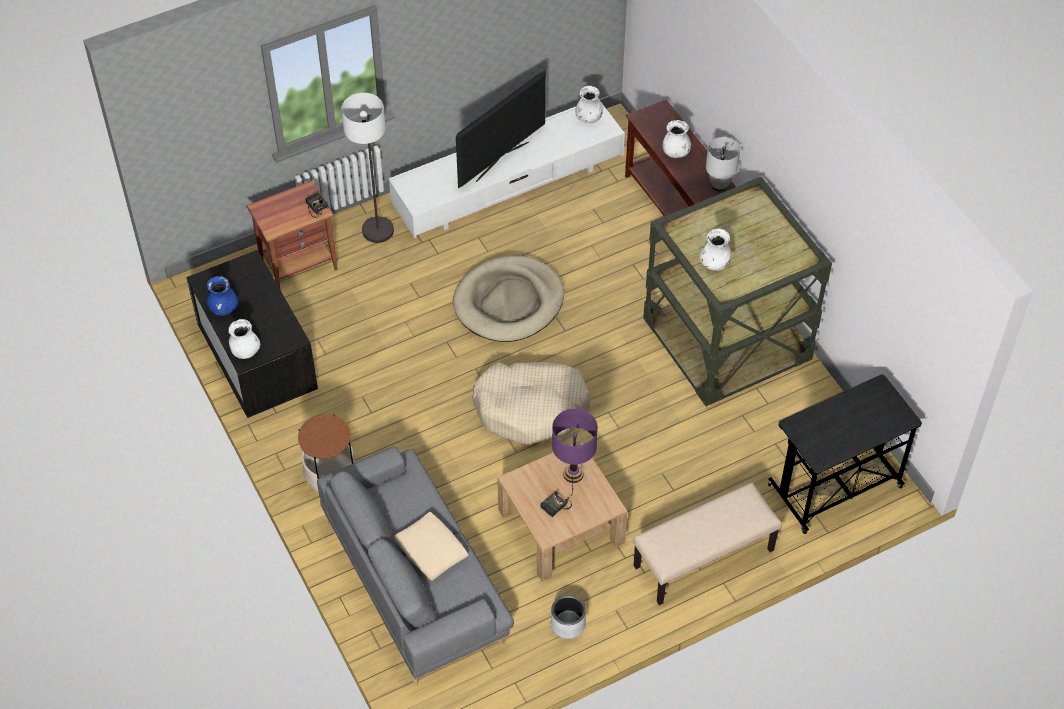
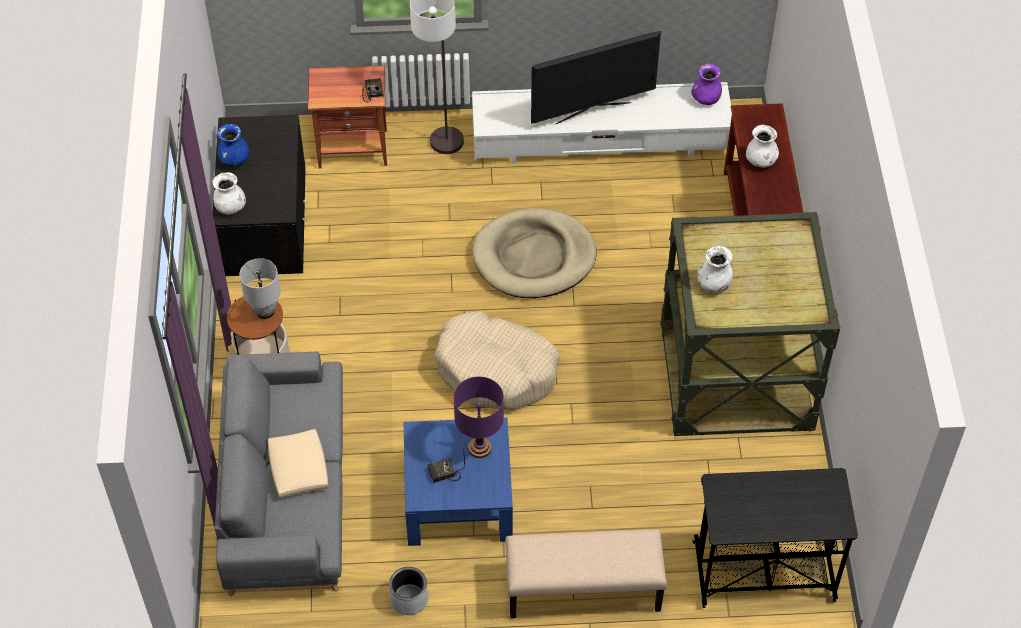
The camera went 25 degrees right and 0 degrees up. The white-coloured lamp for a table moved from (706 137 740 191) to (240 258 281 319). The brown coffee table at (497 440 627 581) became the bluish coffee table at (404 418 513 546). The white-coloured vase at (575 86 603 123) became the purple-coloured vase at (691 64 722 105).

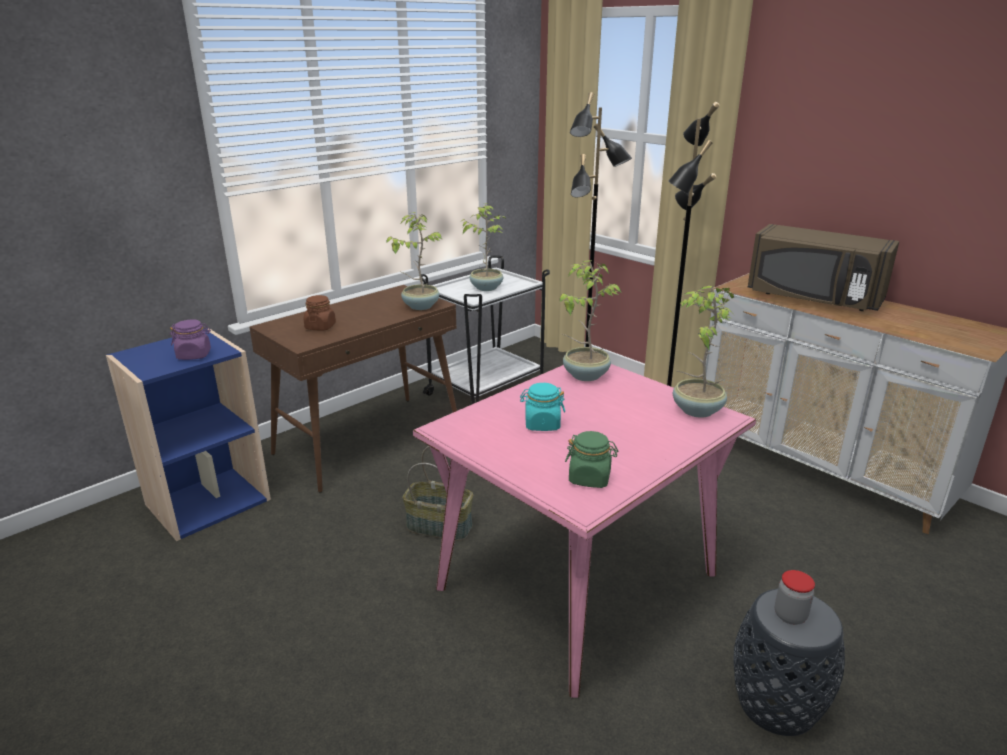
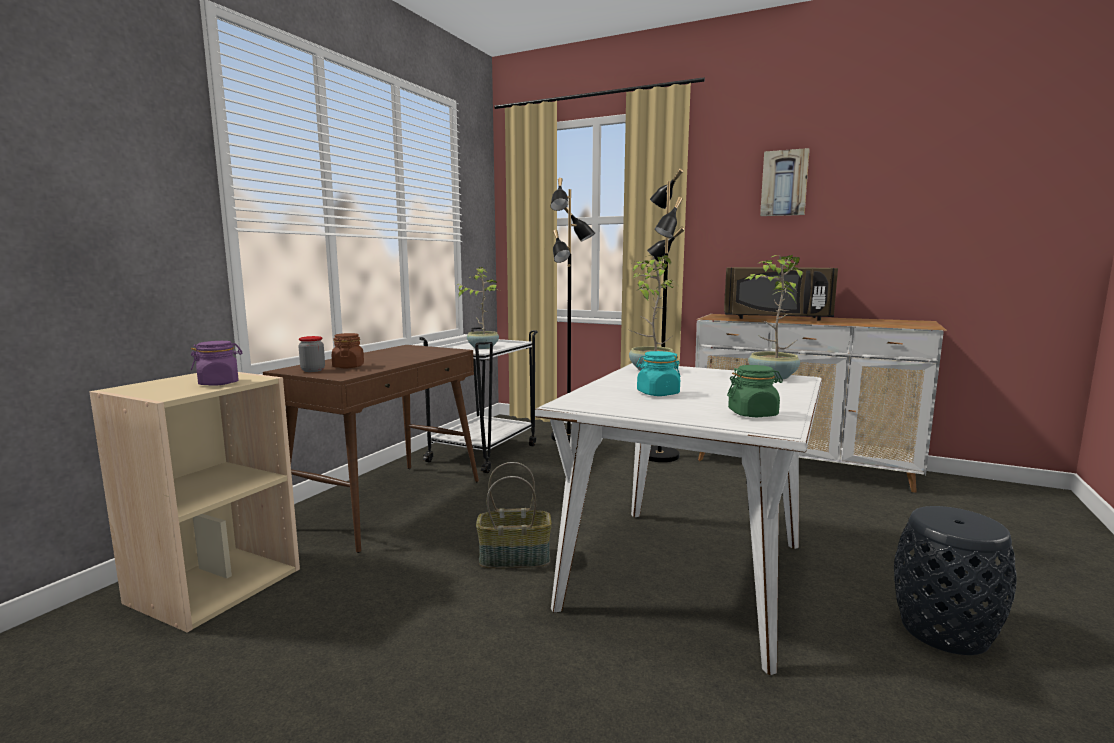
The camera went 20 degrees left and 15 degrees down. The plant in a pot at (386 212 442 310) disappeared. The wall picture at (760 148 810 216) appeared. The preserve jar moved from (775 570 815 625) to (298 336 325 372). The bluish bookshelf at (106 328 271 541) became the beige bookshelf at (89 372 300 633). The pink-coloured dining table at (413 364 756 698) became the white-coloured dining table at (535 363 822 675).

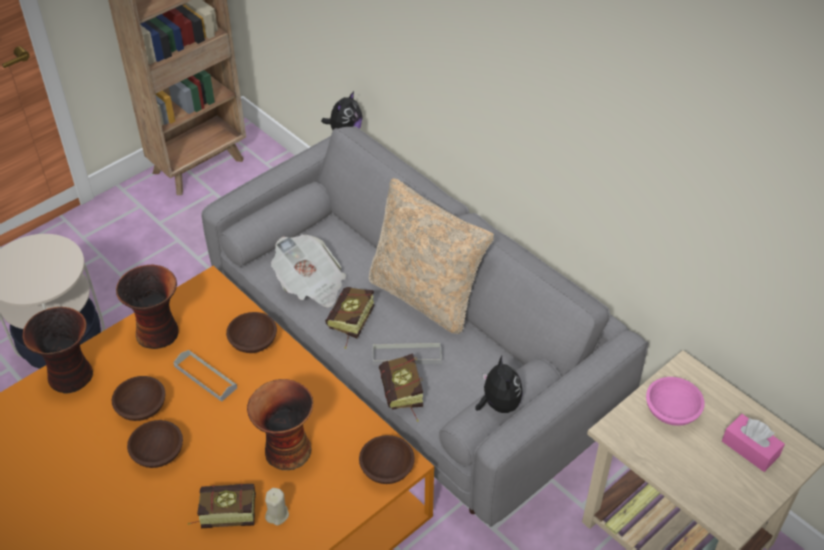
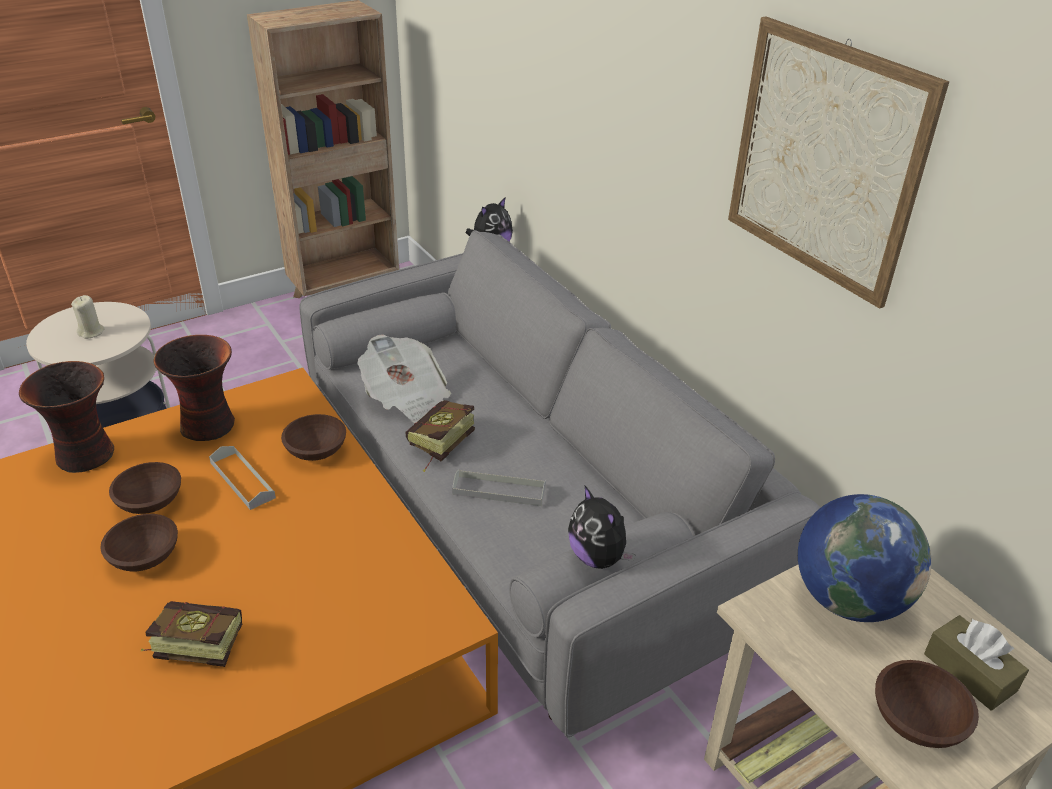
The camera went 10 degrees right and 10 degrees down. The vase at (247 379 313 470) disappeared. The beige pillow at (369 177 494 334) disappeared. The book at (379 353 423 422) disappeared. The wall picture at (728 17 949 308) appeared. The beige wax light moved from (265 488 289 526) to (71 295 105 339). The brown serving bowl moved from (359 435 415 484) to (875 660 979 748). The pink-coloured serving bowl at (646 377 705 426) was replaced by the desk globe at (798 494 932 622). The pink-coloured tissue holder at (722 414 785 472) became the brown tissue holder at (924 615 1029 711). The cuddly toy at (475 356 523 413) turned 150 degrees clockwise.

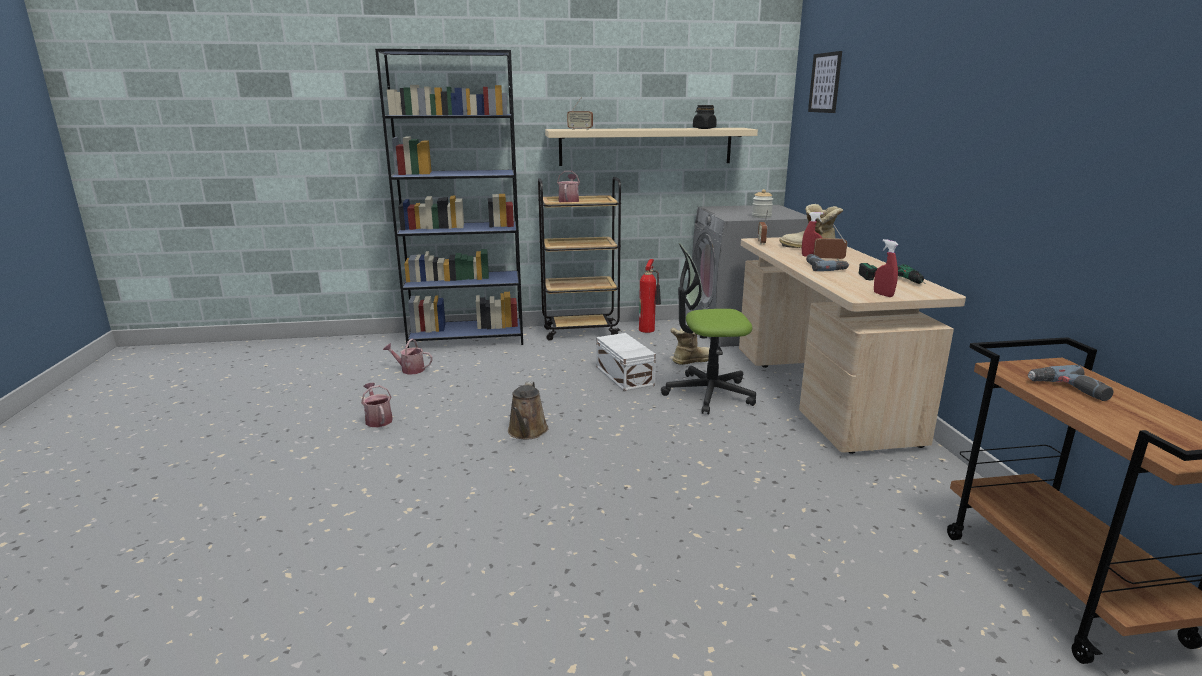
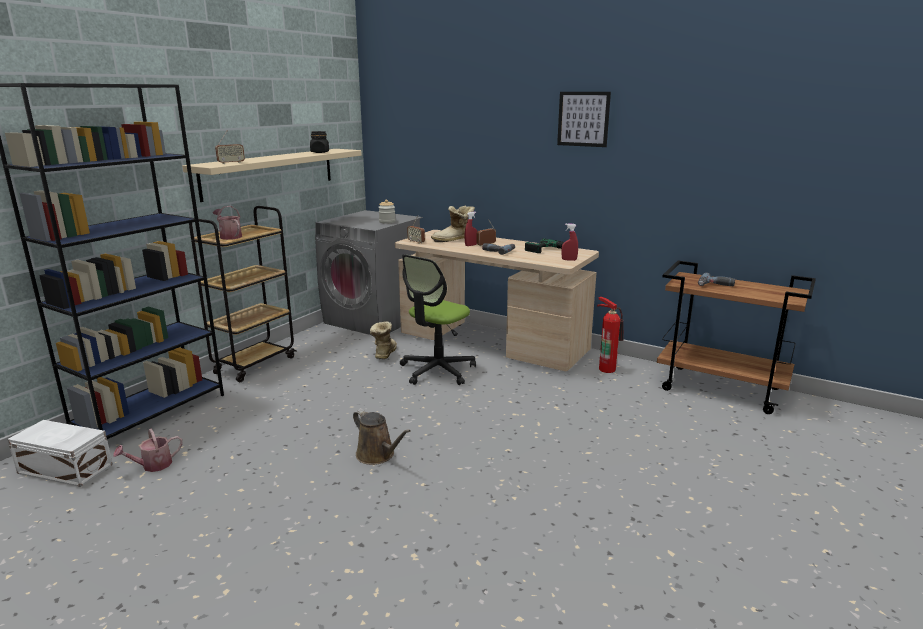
The camera went 50 degrees left and 0 degrees up. The watering pot at (361 383 393 427) disappeared. The white-coloured storage box moved from (596 333 656 392) to (7 420 113 487). The extinguisher moved from (639 259 661 333) to (597 297 623 373). The wall picture moved from (808 51 842 113) to (557 92 611 147).

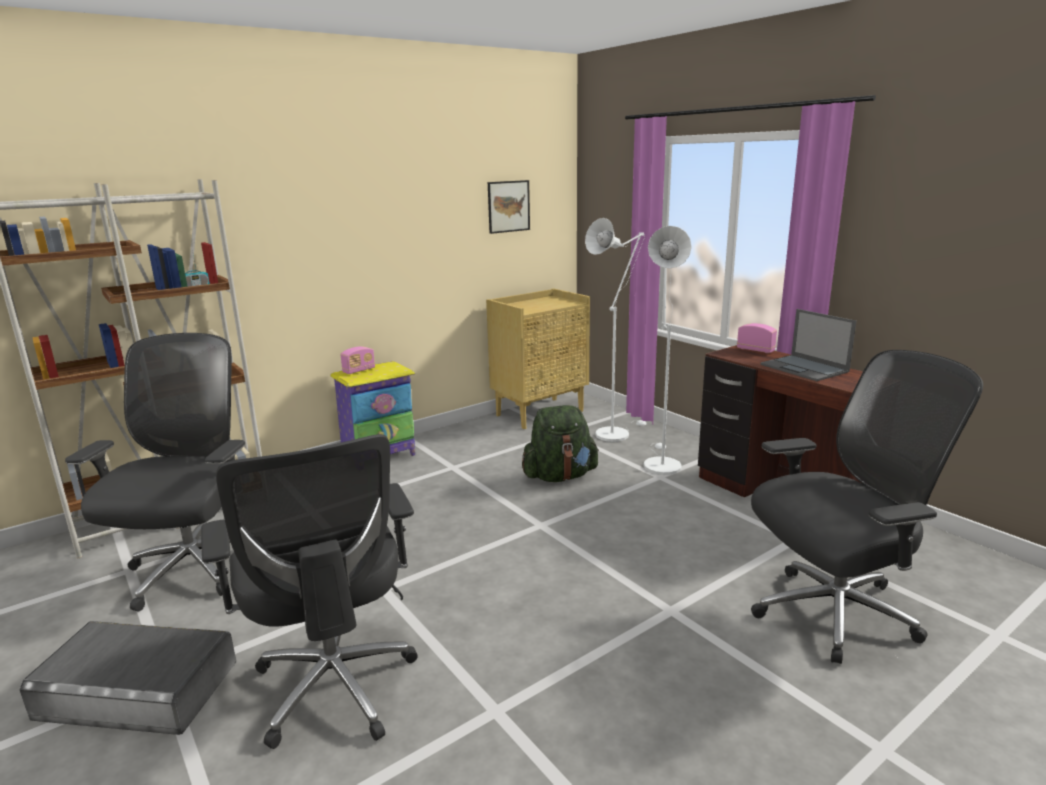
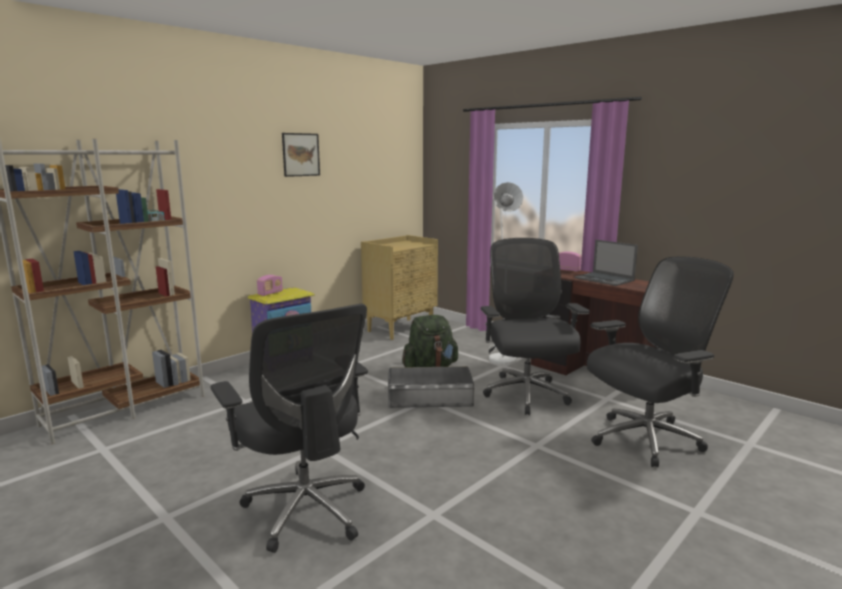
The camera went 10 degrees left and 5 degrees down. The white-coloured standard lamp at (585 218 647 442) disappeared. The grey storage box moved from (19 621 236 735) to (388 366 474 408). The office chair moved from (65 333 245 612) to (481 238 589 415). The wall picture moved from (488 180 530 234) to (282 133 320 177).

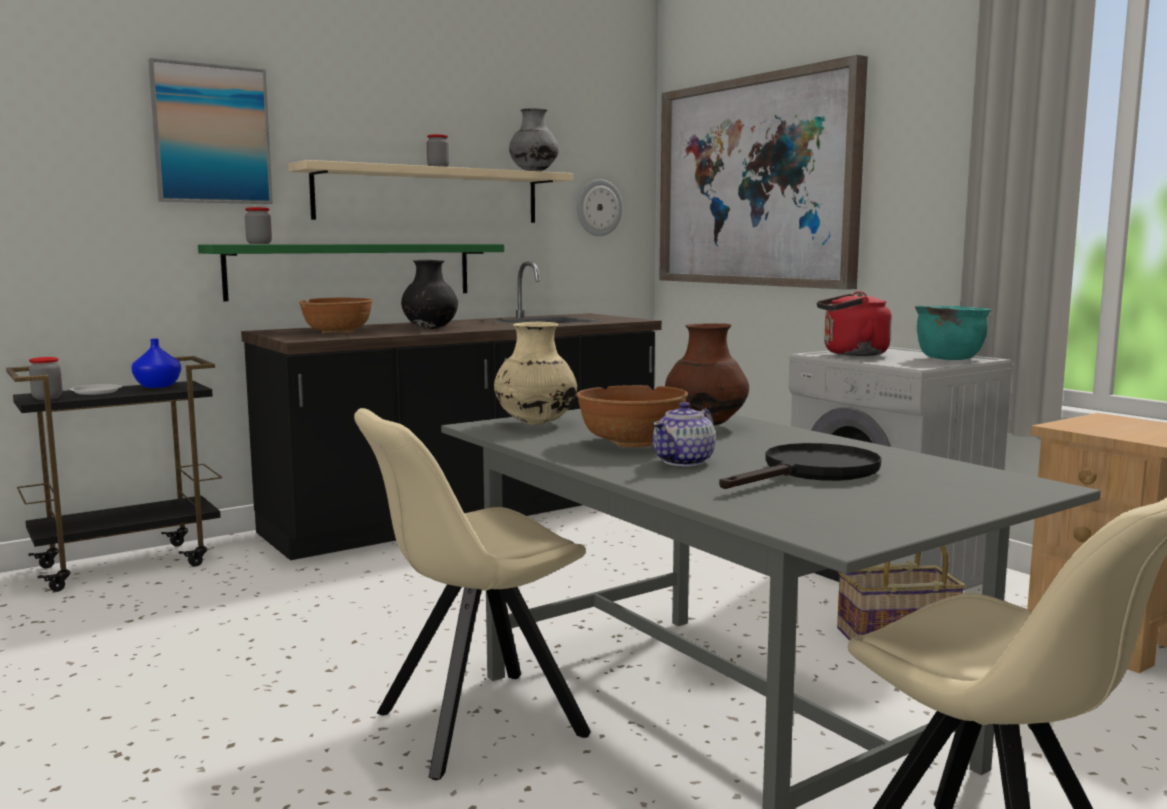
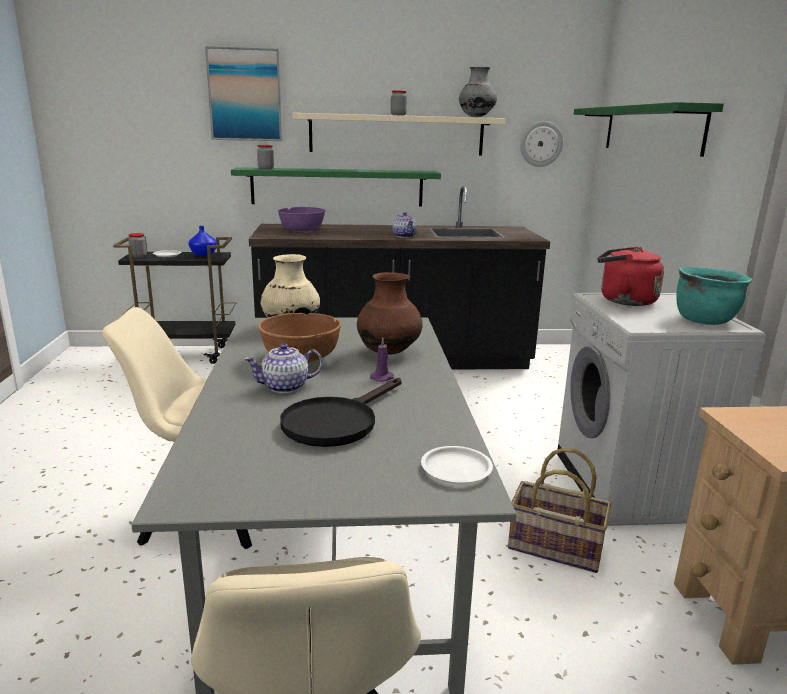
The camera went 30 degrees right and 10 degrees up. The blackish vase at (401 260 458 329) disappeared. The purple-coloured wax light at (370 338 394 382) appeared. The teapot at (392 212 417 238) appeared. The white-coloured dinner plate at (421 446 493 483) appeared. The wall picture at (659 55 868 290) was replaced by the green-coloured wall shelf at (574 102 724 157). The brown serving bowl at (299 298 373 333) became the purple-coloured serving bowl at (278 207 326 233). The blackish frying pan at (719 443 881 489) turned 135 degrees clockwise.

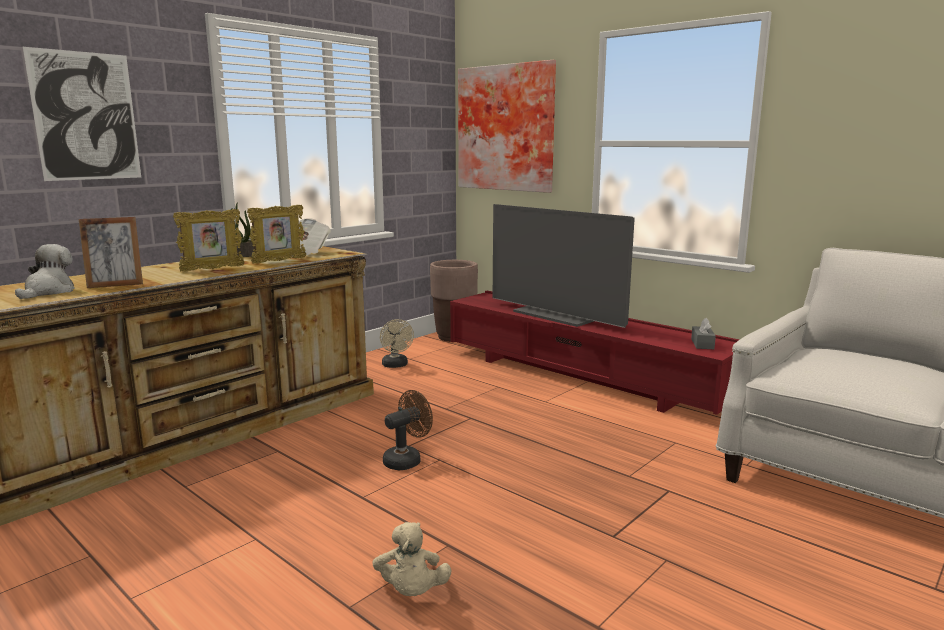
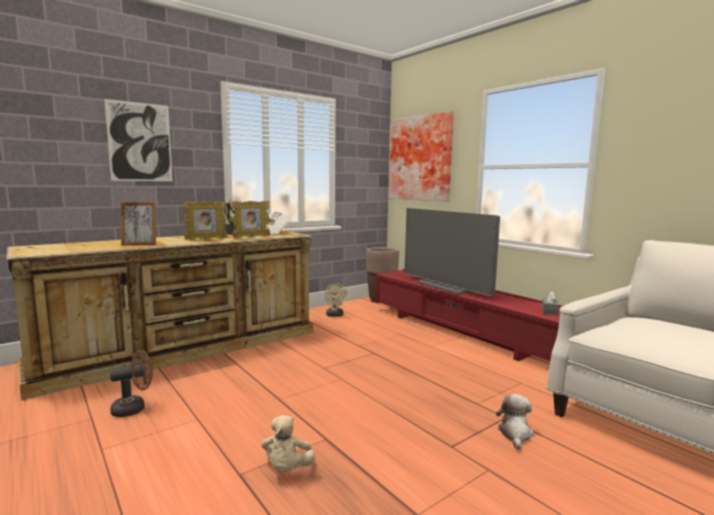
The camera went 10 degrees right and 5 degrees down. The cuddly toy moved from (15 244 75 299) to (496 394 534 450). The brown fan moved from (383 390 433 470) to (110 350 153 417).

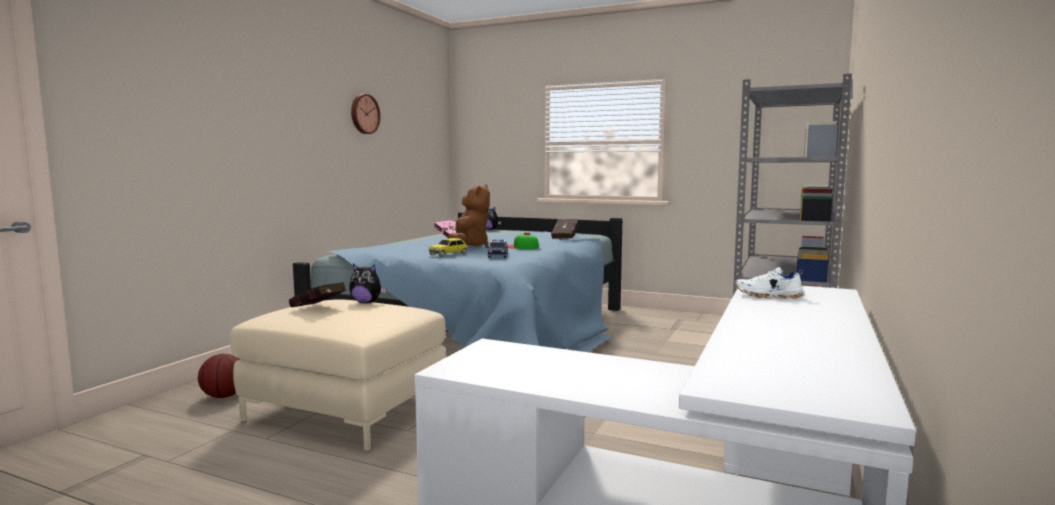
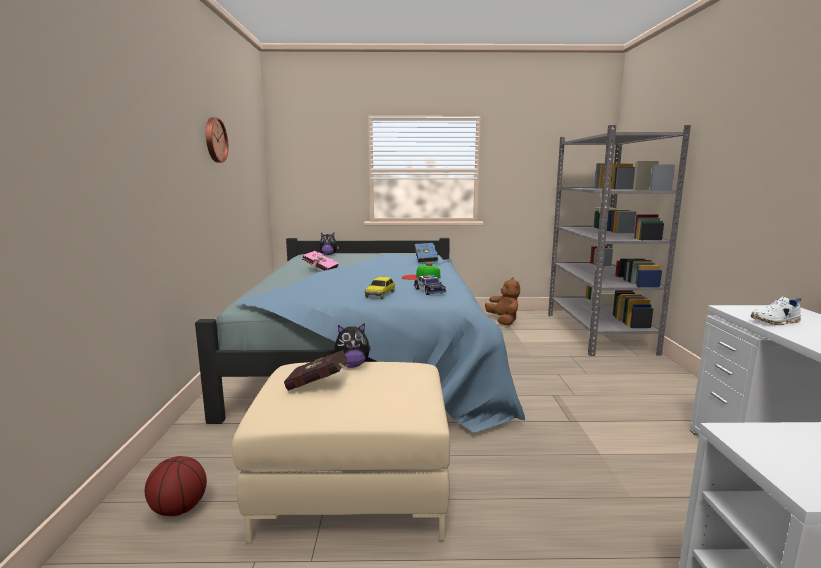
The camera went 25 degrees left and 5 degrees up. The brown cuddly toy moved from (447 184 490 247) to (485 278 520 326). The red-coloured book at (551 219 579 239) became the bluish book at (415 243 438 263).

